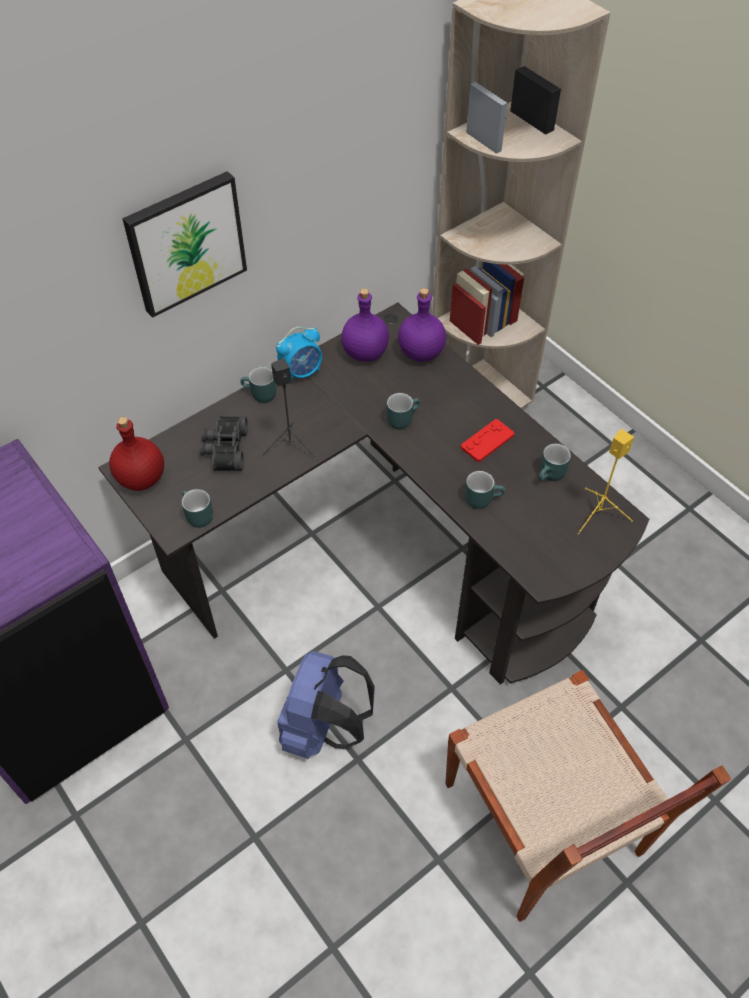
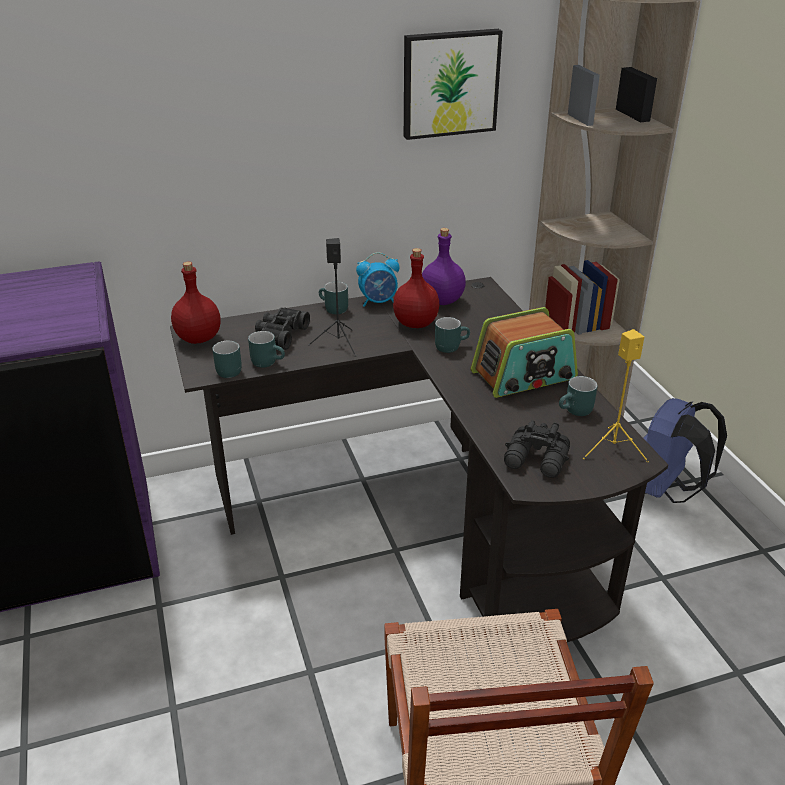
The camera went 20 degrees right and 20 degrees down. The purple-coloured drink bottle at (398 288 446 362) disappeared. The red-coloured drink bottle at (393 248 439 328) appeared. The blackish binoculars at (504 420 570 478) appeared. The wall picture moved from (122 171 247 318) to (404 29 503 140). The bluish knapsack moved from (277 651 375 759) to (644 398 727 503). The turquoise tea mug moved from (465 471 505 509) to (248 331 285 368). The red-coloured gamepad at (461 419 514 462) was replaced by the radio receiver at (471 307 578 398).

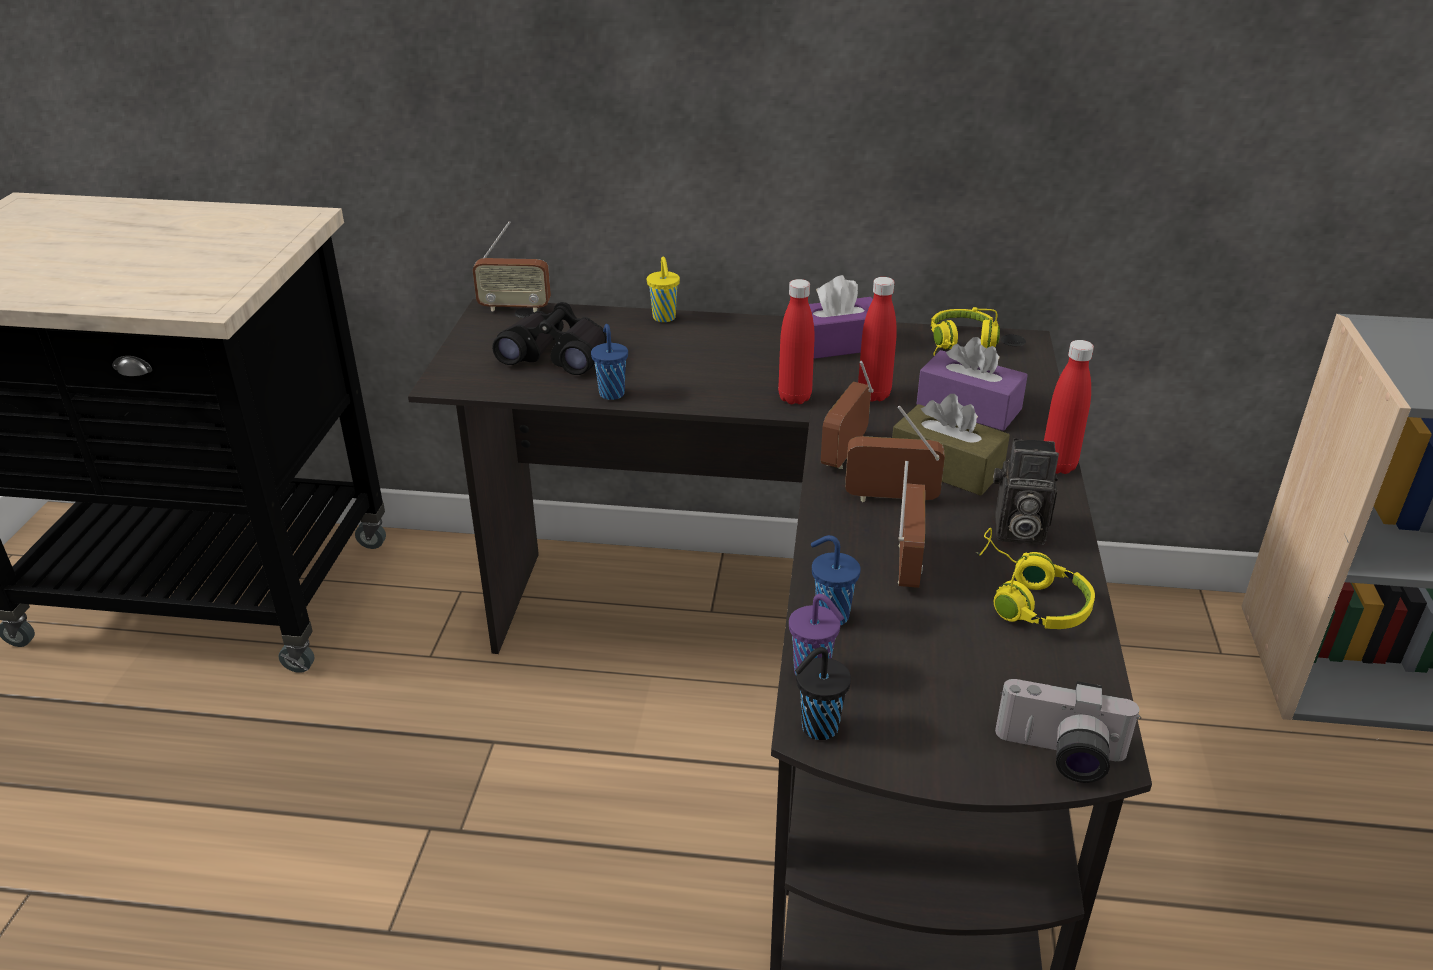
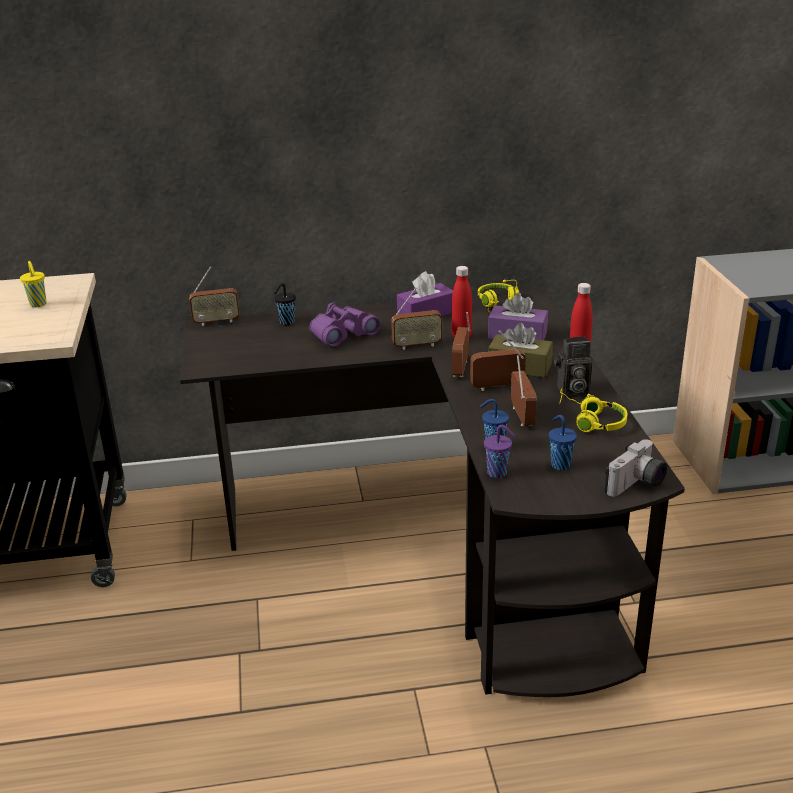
The camera went 15 degrees left and 5 degrees down. The blackish binoculars at (492 302 607 375) disappeared. The purple-coloured binoculars at (309 302 381 347) appeared. The bluish drinking cup moved from (591 324 628 400) to (549 415 577 470). The yellow drinking cup moved from (647 257 680 322) to (20 261 47 307). The blackish drinking cup moved from (795 647 851 740) to (274 283 296 325). The red-coloured drink bottle at (778 279 815 404) was replaced by the radio receiver at (391 287 442 350). The still camera at (995 679 1141 783) turned 45 degrees counterclockwise.

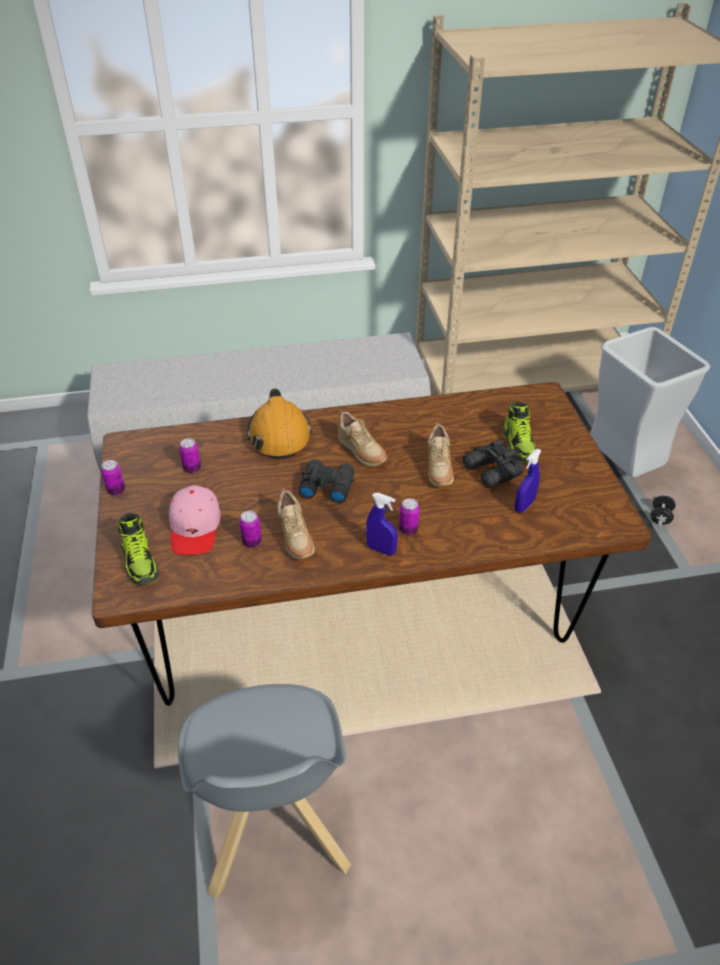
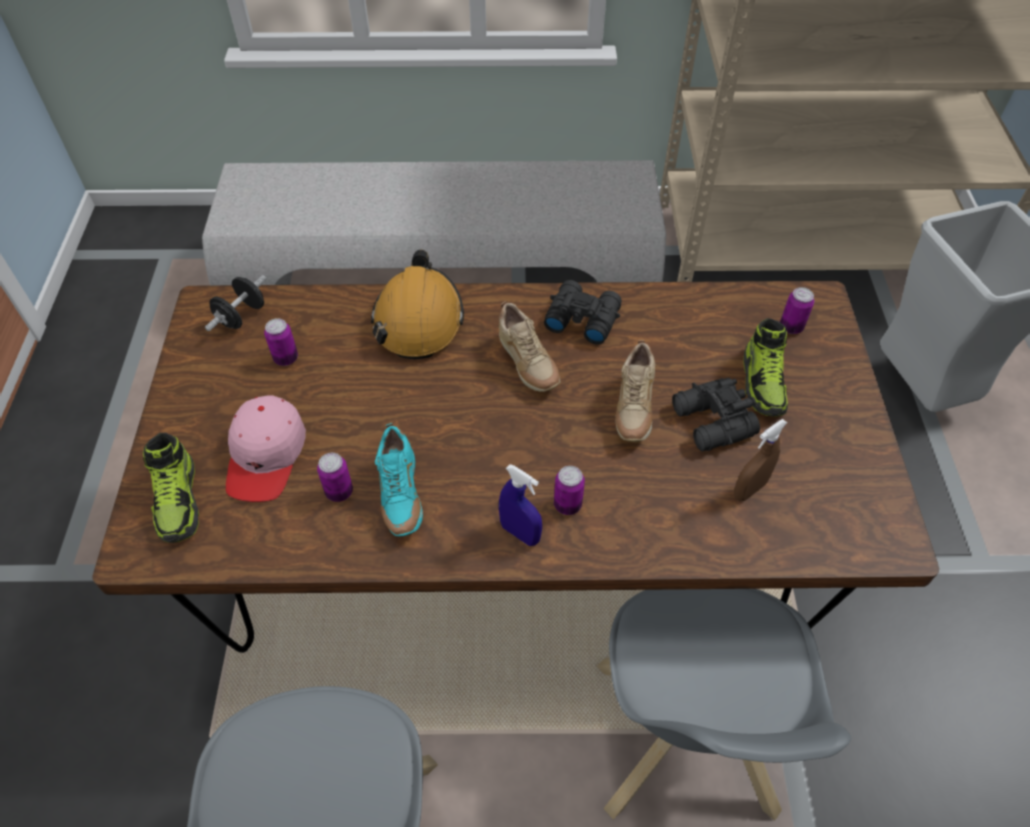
The camera went 10 degrees right and 10 degrees up. The grey plain chair at (596 589 851 821) appeared. The can moved from (101 460 125 495) to (780 287 814 334). The blackish binoculars moved from (299 459 354 503) to (544 280 622 344). The blackish dumbbell moved from (651 494 676 527) to (205 275 267 331). The beige item of footwear at (277 489 315 560) became the turquoise item of footwear at (375 423 423 537). The bluish hand sprayer at (515 449 542 513) became the brown hand sprayer at (734 419 787 501).

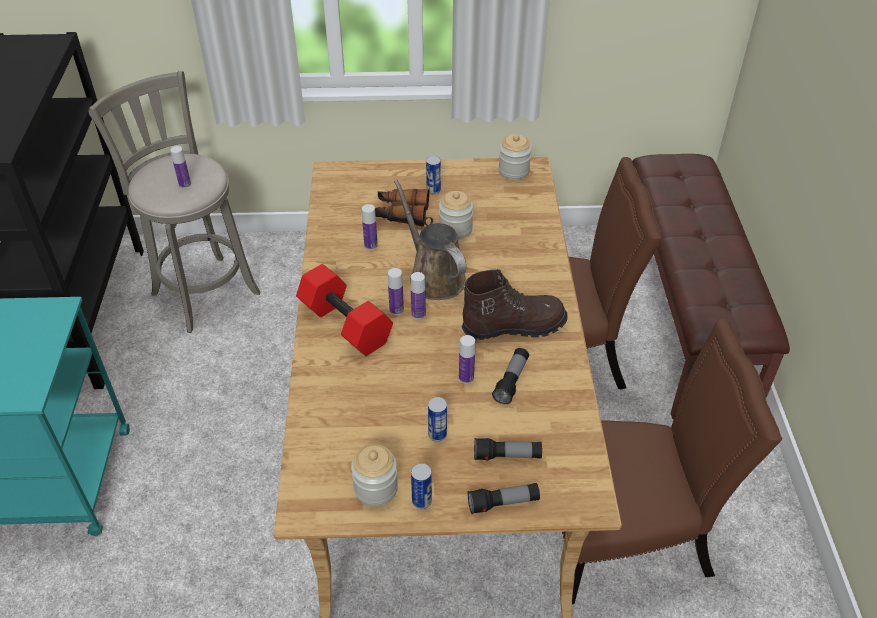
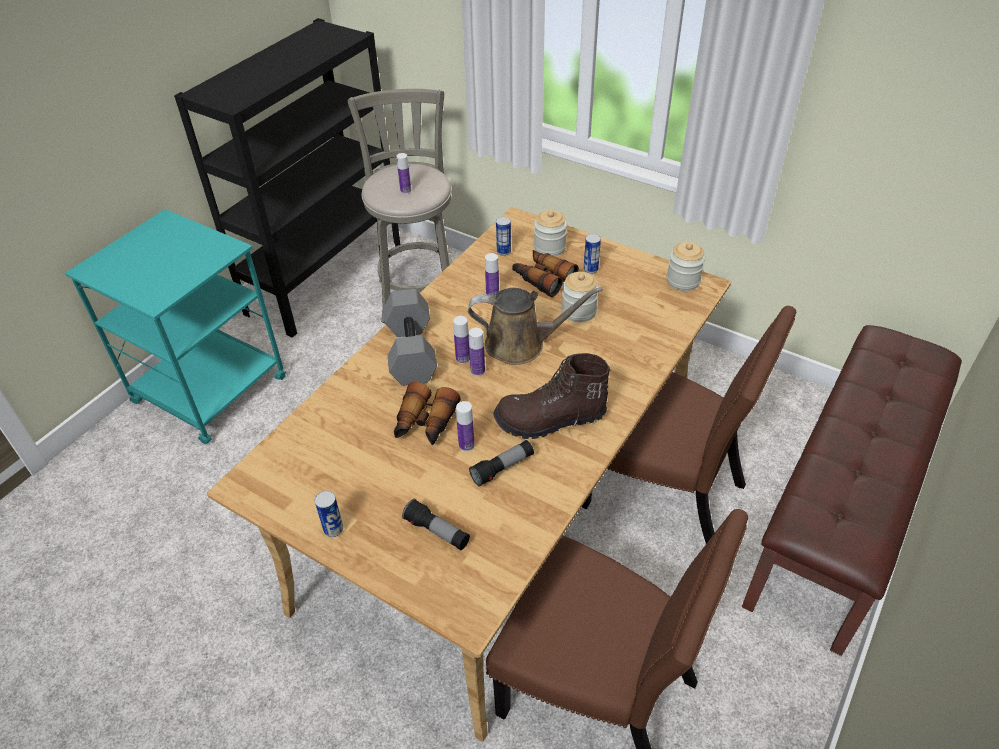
The camera went 35 degrees right and 0 degrees up. The hand torch at (467 483 540 514) disappeared. The binoculars at (394 382 461 445) appeared. The preserve jar moved from (351 444 398 506) to (534 210 567 256). The can moved from (428 397 447 442) to (496 217 511 256). The red-coloured dumbbell at (296 264 393 356) became the grey dumbbell at (383 289 437 386). The brown watering pot at (394 180 466 300) turned 90 degrees clockwise. The brown high-top boot at (462 269 568 340) turned 150 degrees clockwise.

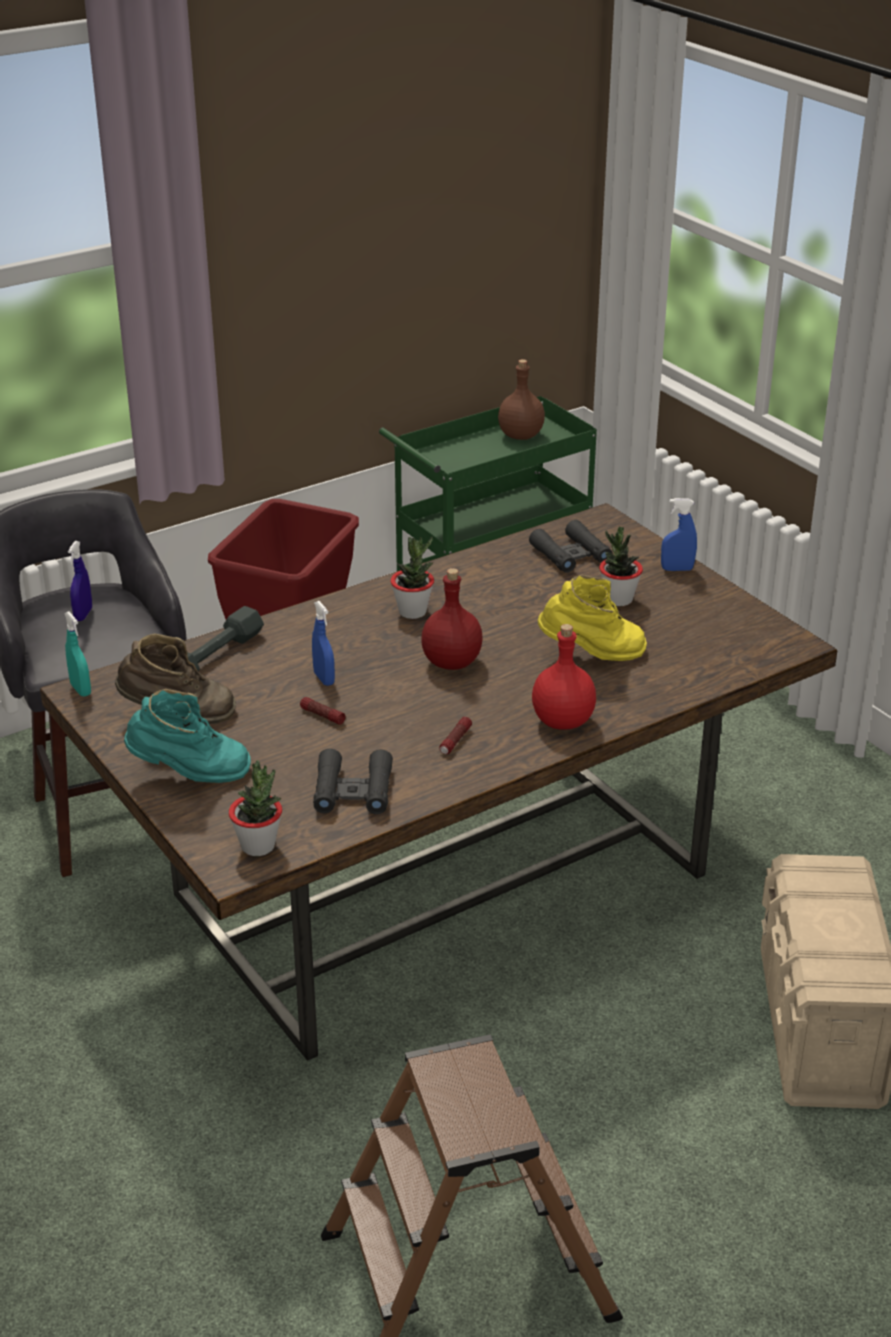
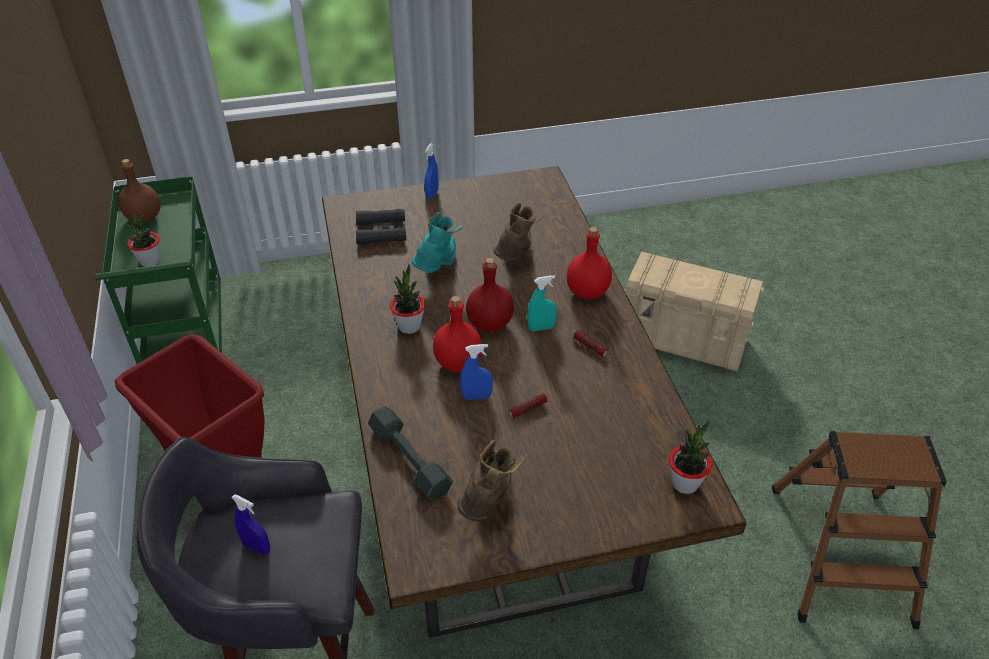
The camera went 70 degrees left and 10 degrees up. The blackish binoculars at (313 749 393 814) disappeared. The red-coloured drink bottle at (433 296 482 372) appeared. The turquoise hand sprayer moved from (64 611 91 697) to (527 275 557 331). The turquoise high-top boot moved from (124 689 251 783) to (411 212 463 273). The plant in a pot moved from (599 526 643 606) to (127 214 160 267). The yellow high-top boot at (538 574 647 661) became the brown high-top boot at (493 202 543 262).

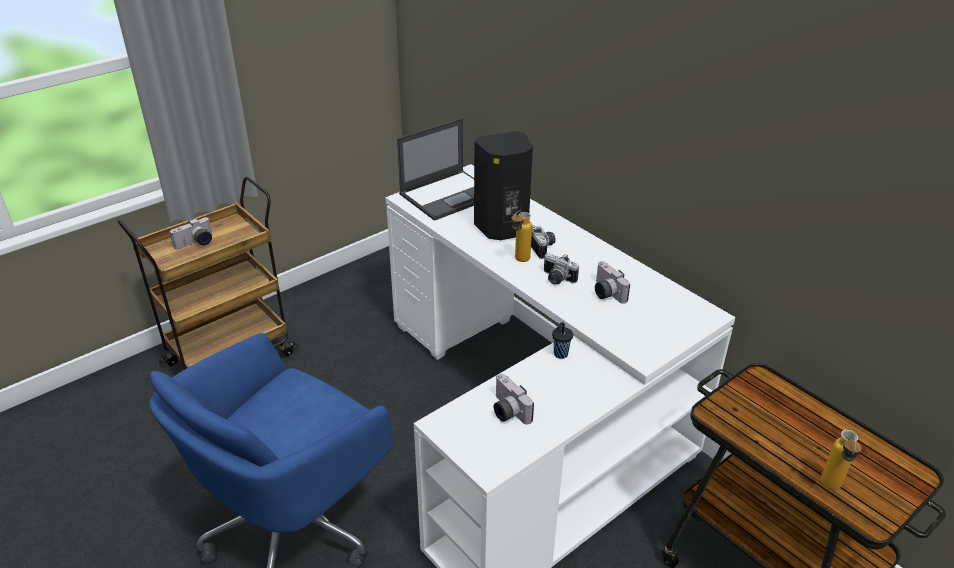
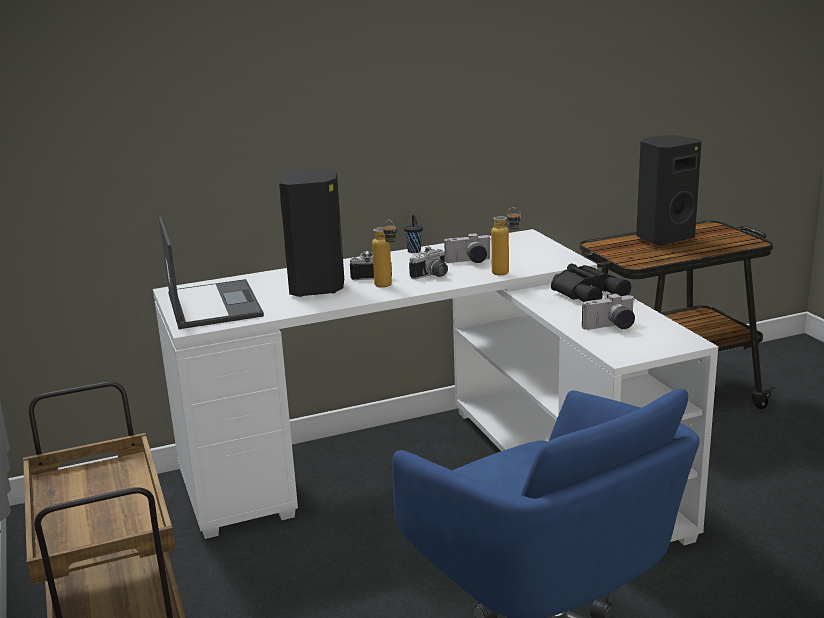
The camera went 70 degrees left and 15 degrees down. The still camera at (170 217 212 250) disappeared. The blackish binoculars at (551 263 631 302) appeared. The blackish audio speaker at (636 135 701 245) appeared. The blackish drinking cup moved from (552 322 573 359) to (404 214 423 253). The drink bottle moved from (821 430 862 490) to (491 207 521 275).

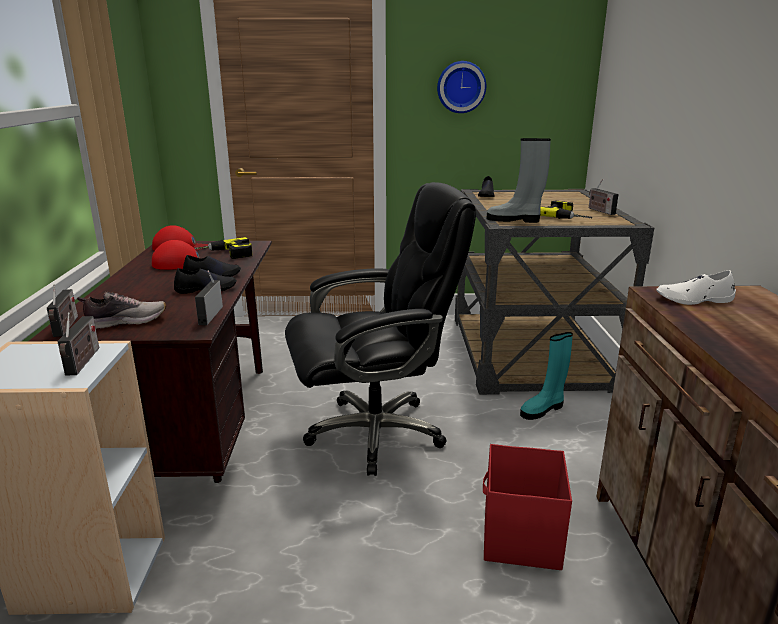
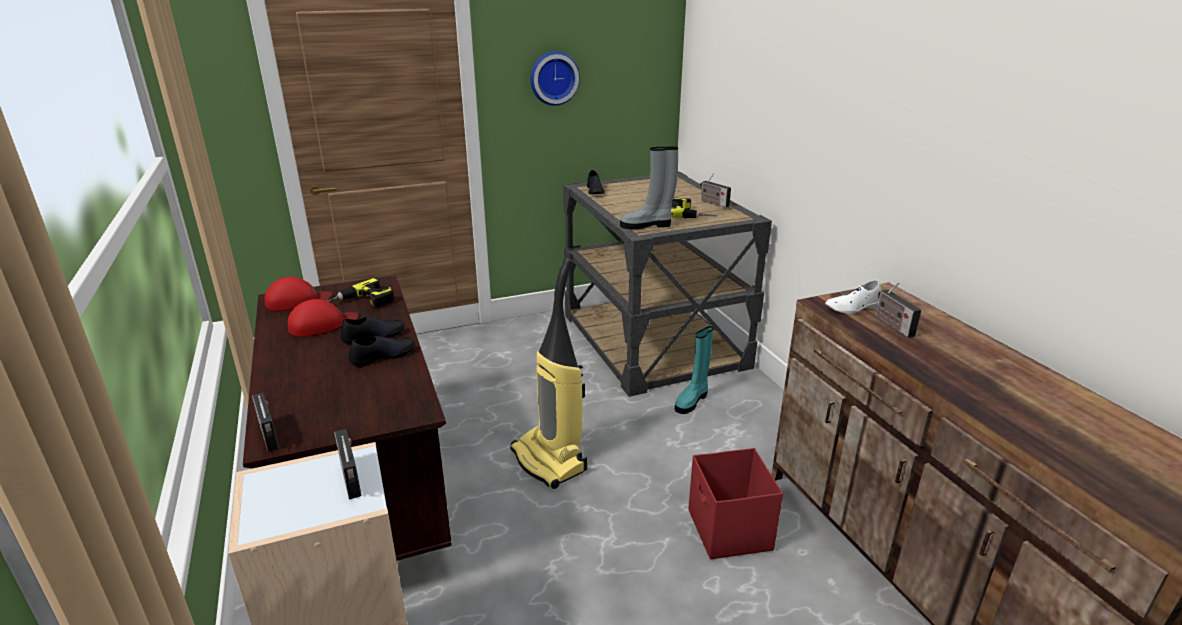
The camera went 20 degrees left and 5 degrees up. The item of footwear at (77 292 166 329) disappeared. The radio receiver moved from (195 271 223 325) to (876 282 921 338). The blackish office chair at (285 182 476 476) was replaced by the vacuum cleaner at (510 258 587 489).

